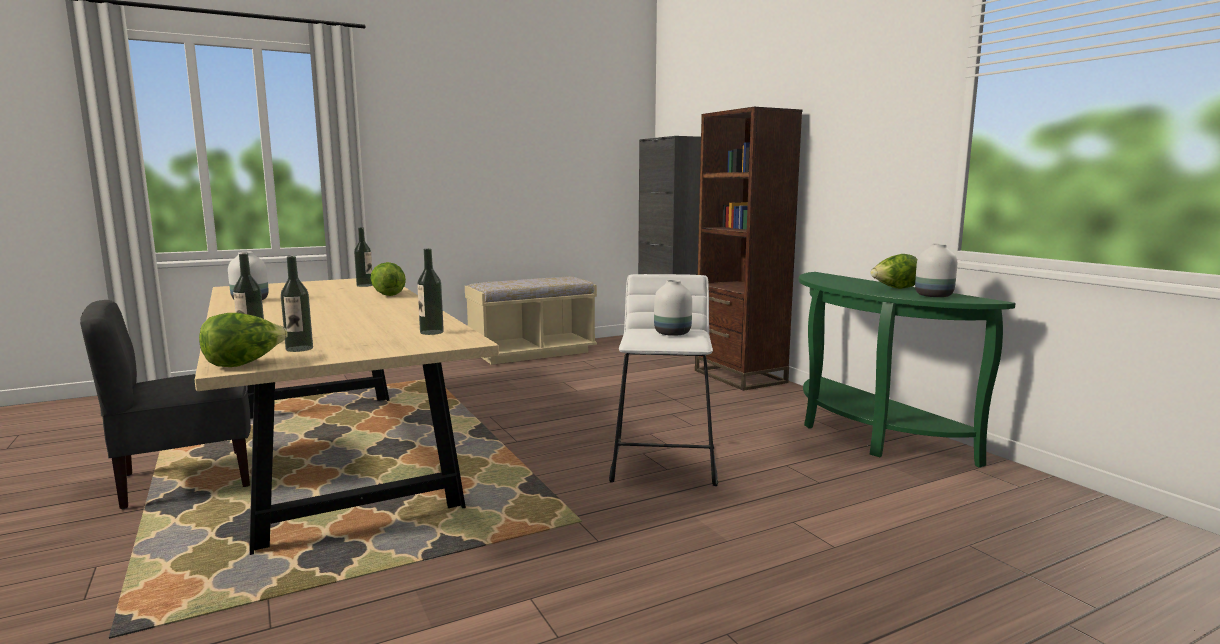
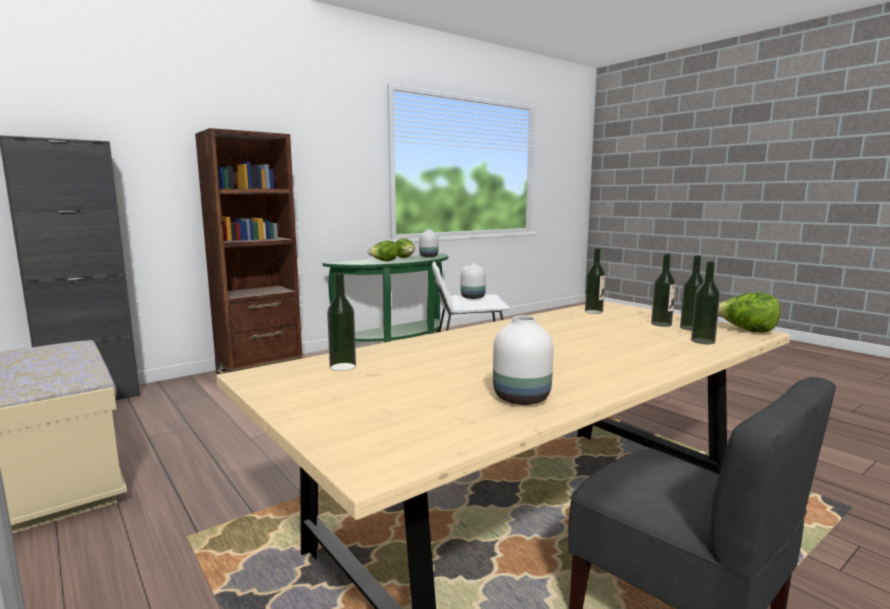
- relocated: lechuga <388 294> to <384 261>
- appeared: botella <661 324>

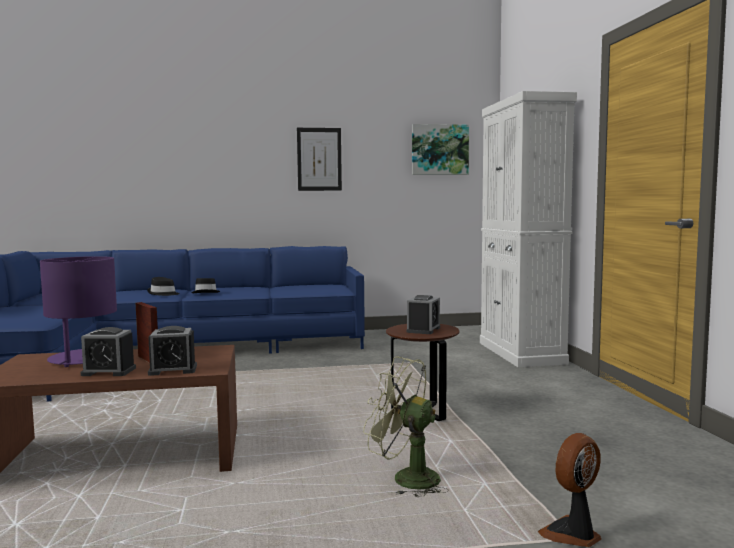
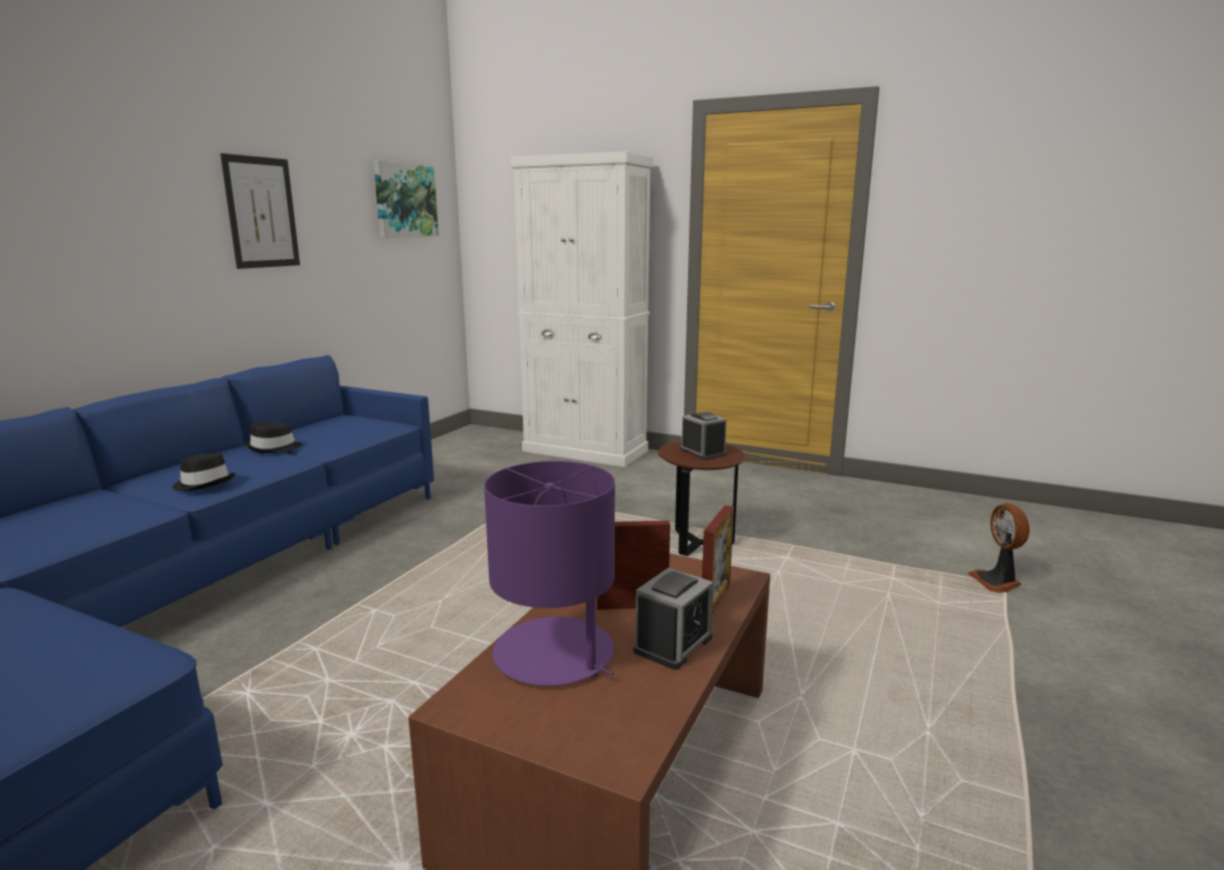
- relocated: sombrero [negro] <163 294> to <274 448>
- exchanged: despertador <173 370> to portarretratos <715 600>
- missing: ventilador [verde] <406 479>

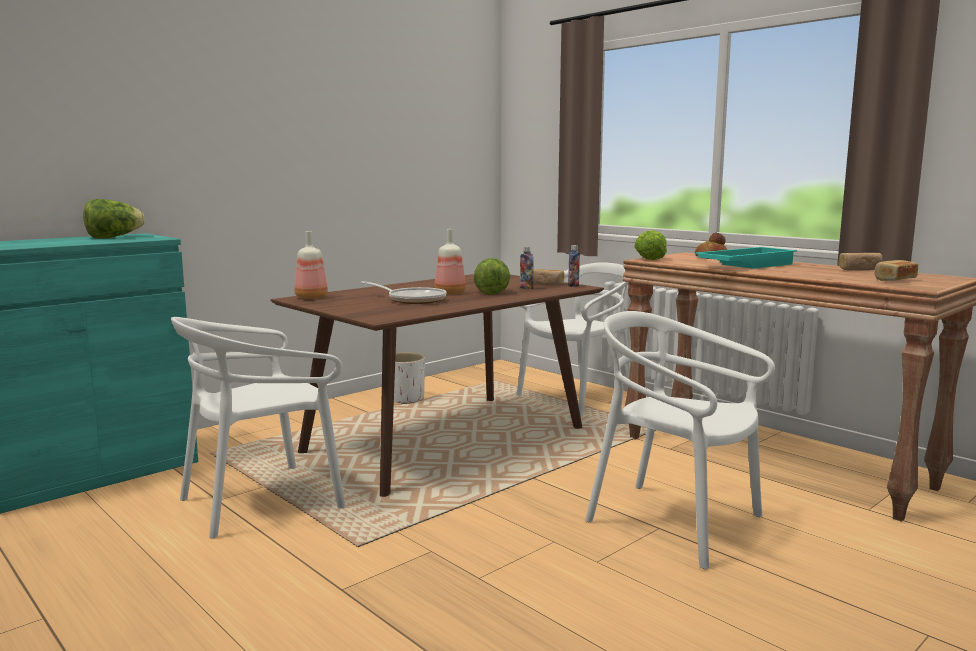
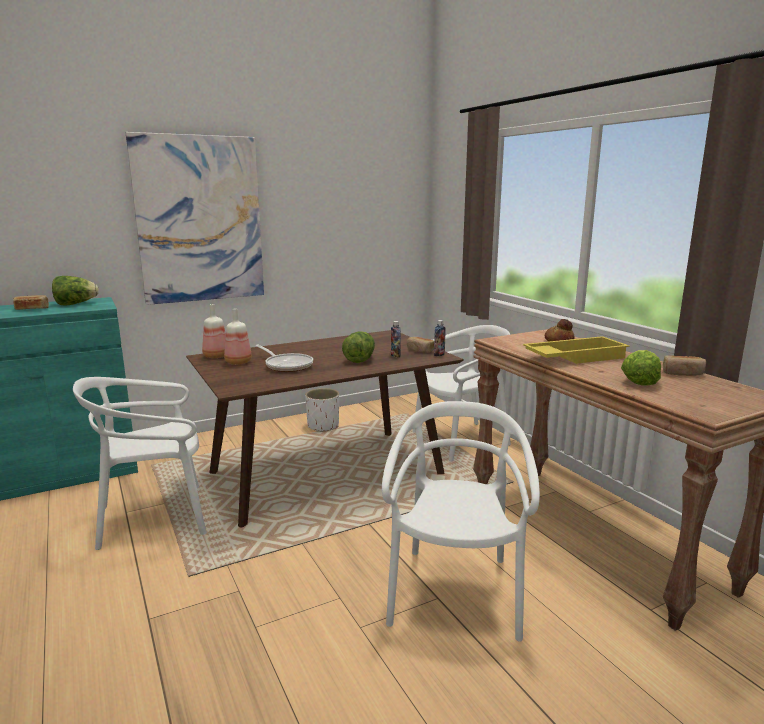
- relocated: pan <893 280> to <32 309>
- appeared: cuadro <199 220>
- relocated: botella <449 293> to <238 362>
- spun: silla [blanco] <674 522> = <455 593> 45 degrees clockwise
- colour: bandeja [turquesa] <744 265> to bandeja [amarillo] <574 357>
- relocated: lechuga <650 258> to <639 381>

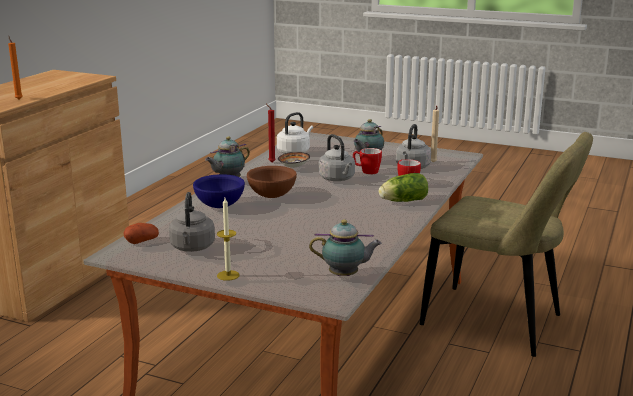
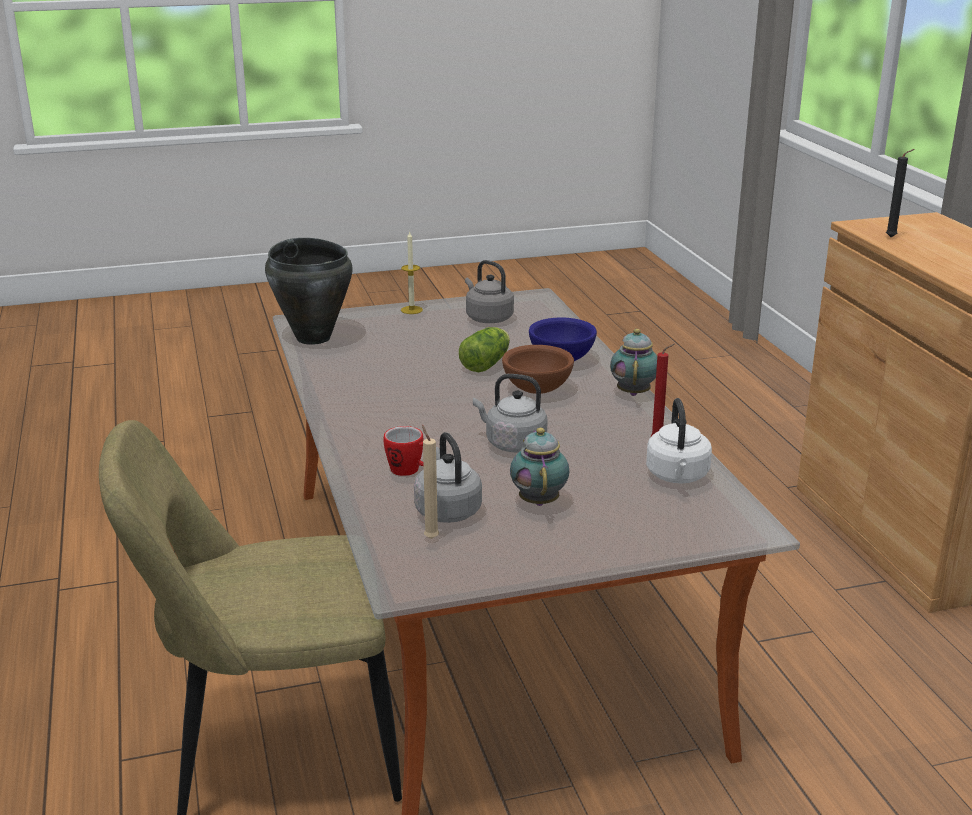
- exchanged: tetera <345 276> to olla [negro] <314 338>
- relocated: lechuga <402 201> to <487 363>
- colour: vela [naranja] <18 99> to vela [negro] <892 237>
- missing: patata <142 241>
- missing: cuenco <295 167>
- missing: taza grande <366 171>

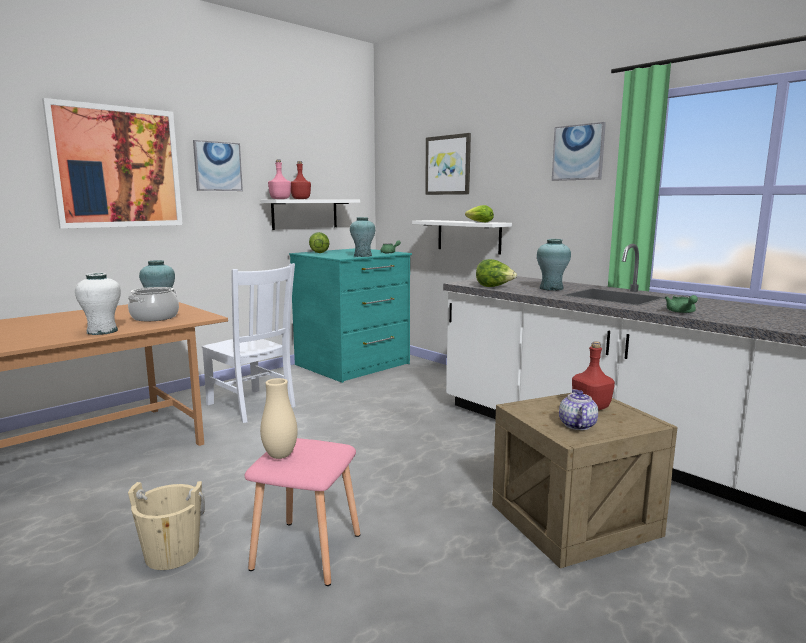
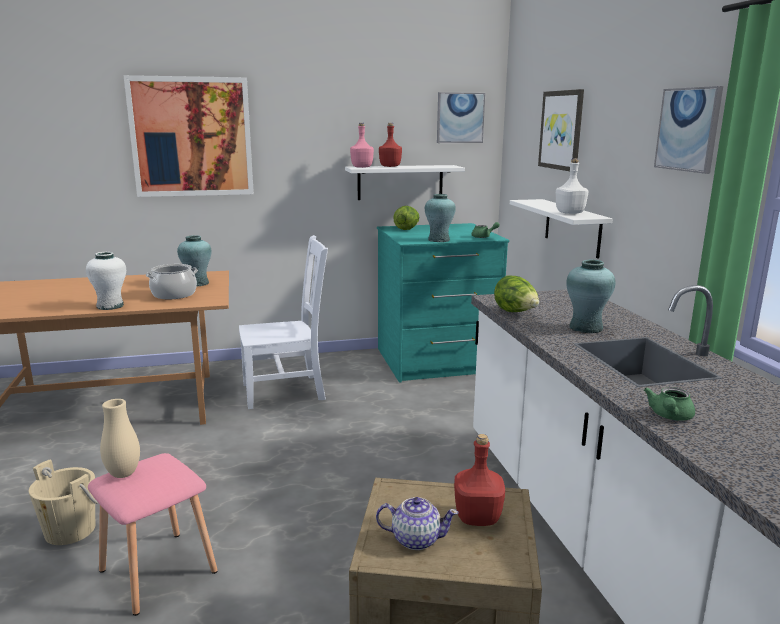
- spun: silla [blanco] <252 406> = <287 391> 90 degrees counterclockwise
- spun: tetera <577 425> = <415 539> 60 degrees clockwise
- relocated: cuadro <217 166> to <460 118>
- exchanged: lechuga <478 222> to botella [blanco] <569 213>

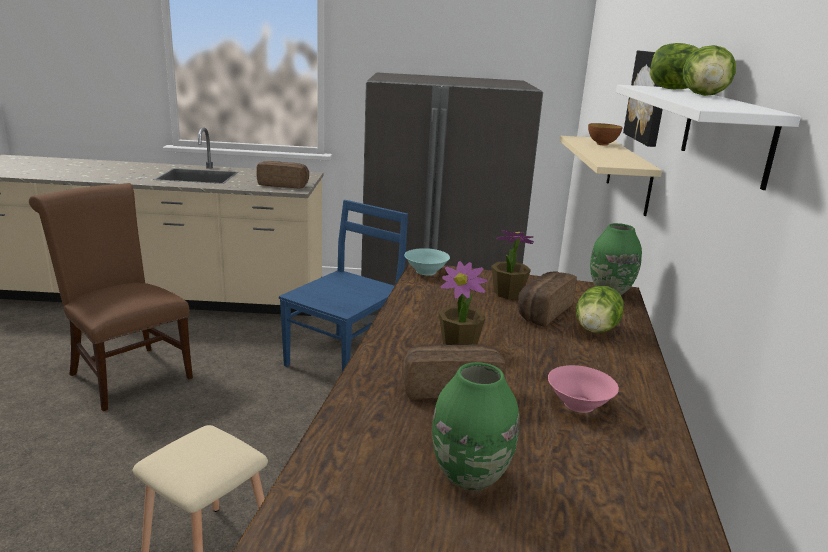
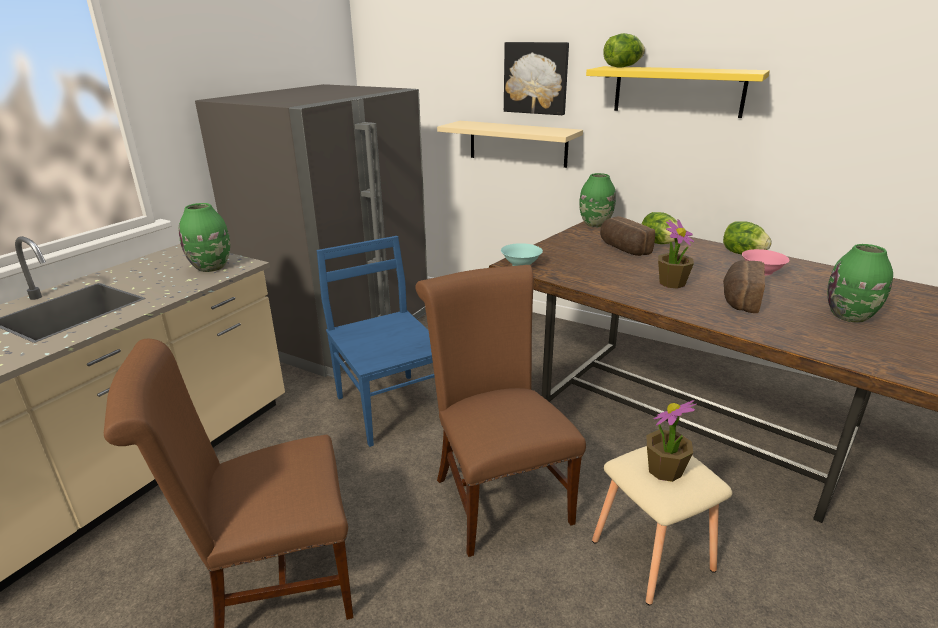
- exchanged: pan <284 185> to florero [verde] <211 267>
- appeared: silla [marrón] <497 495>
- colour: estante [blanco] <725 134> to estante [amarillo] <678 91>
- relocated: planta en maceta <507 293> to <664 470>
- relocated: lechuga <704 95> to <742 253>
- missing: cuenco <602 144>

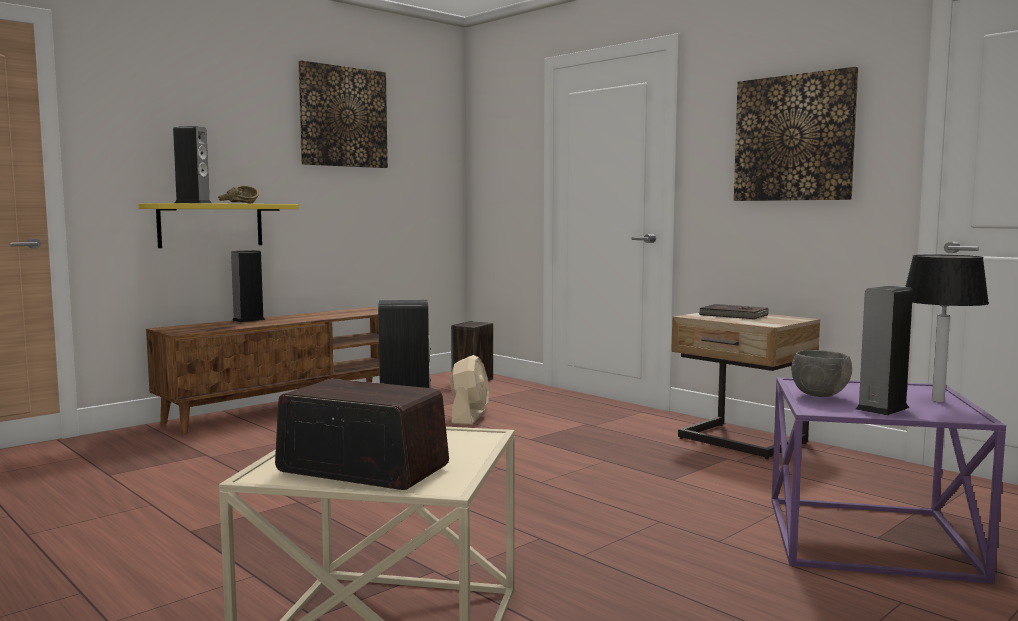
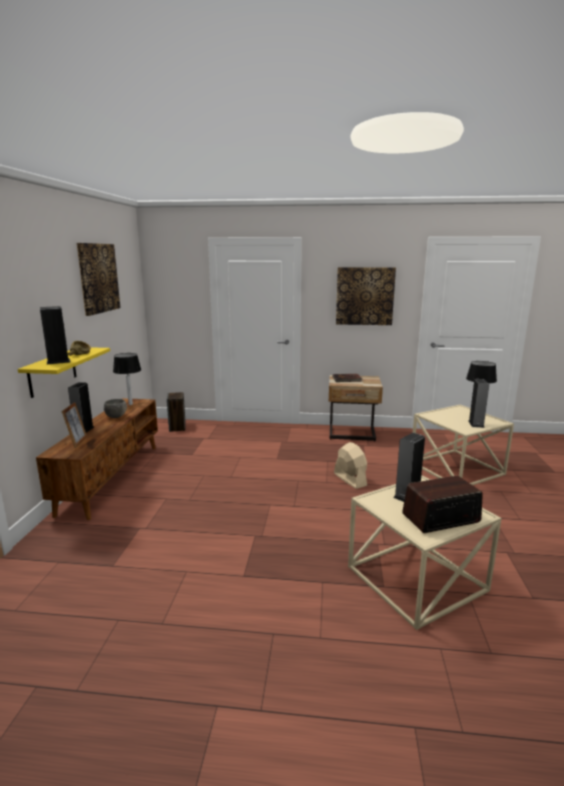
- appeared: portarretratos <77 442>
- relocated: cuenco [gris] <819 395> to <116 417>
- appeared: lámpara de mesa <130 404>
- relocated: ventilador [beis] <469 417> to <350 479>
- colour: mesa auxiliar [morado] <870 537> to mesa auxiliar [beis] <456 468>

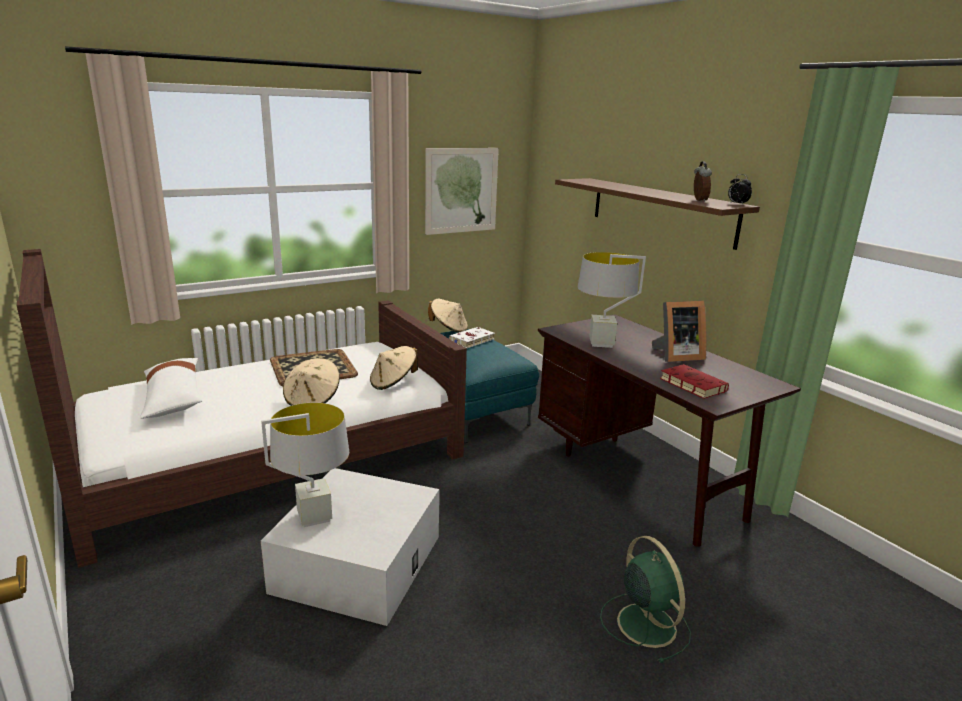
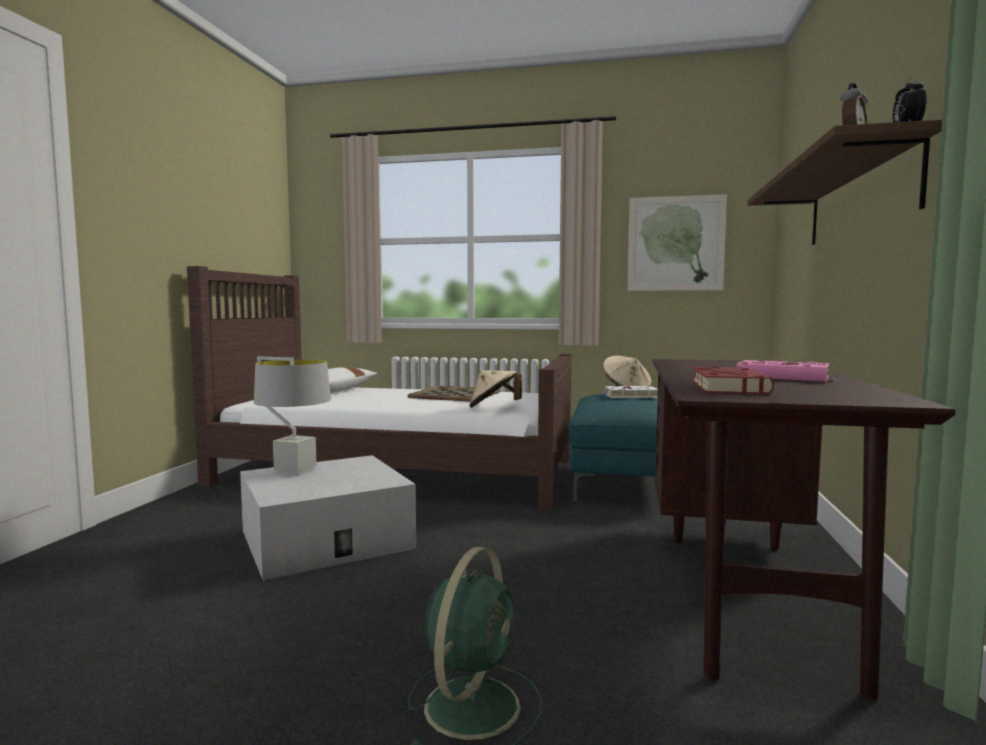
- exchanged: portarretratos <675 356> to libro [rosa] <785 377>
- missing: sombrero [beis] <312 400>
- missing: lámpara de mesa [gris] <601 343>

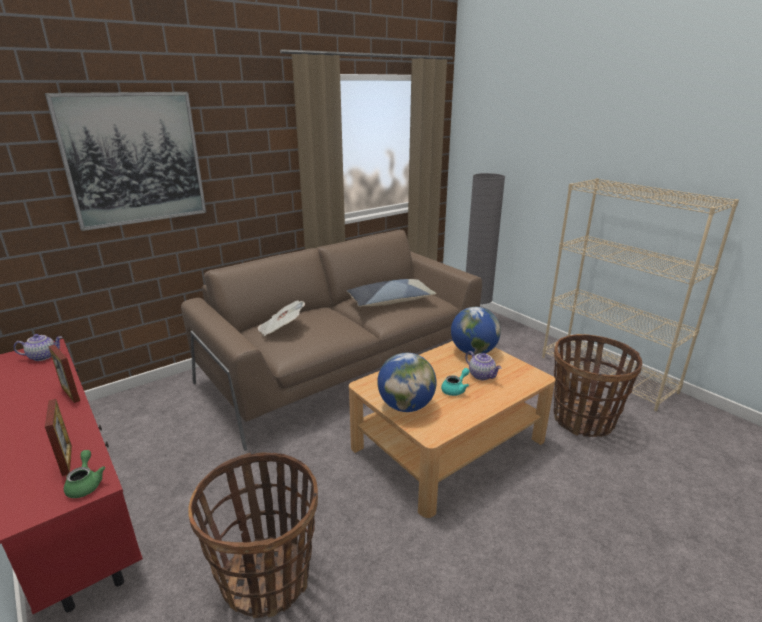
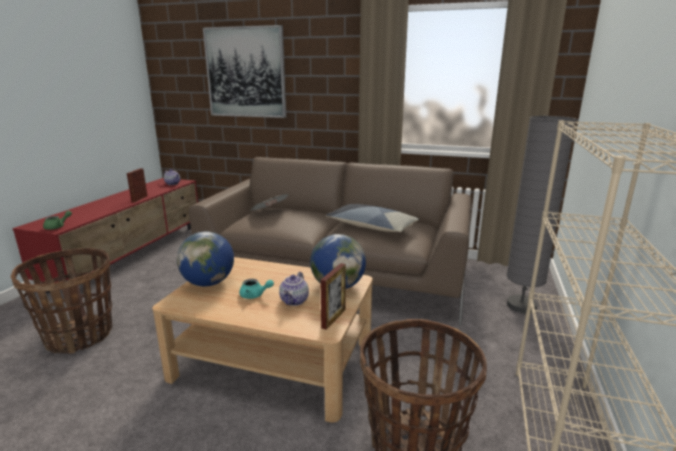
- relocated: portarretratos <67 460> to <333 318>

